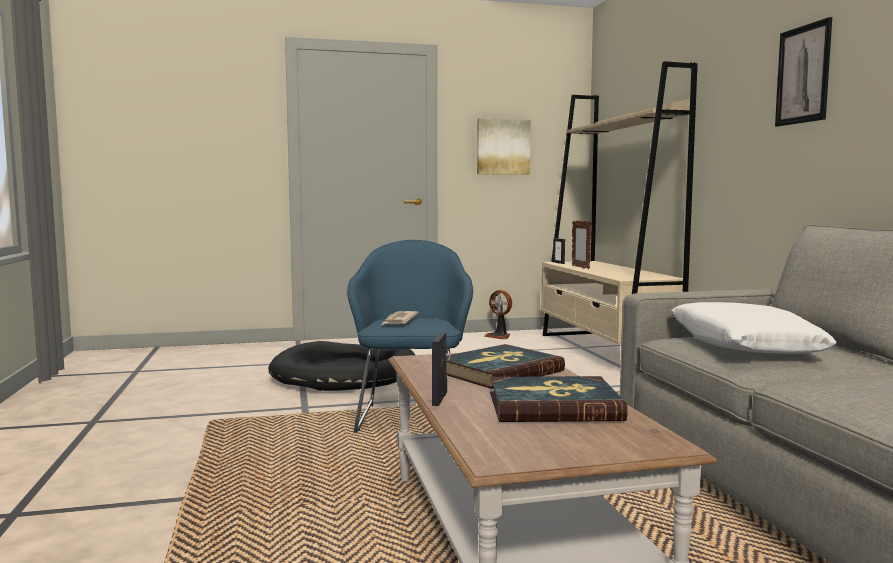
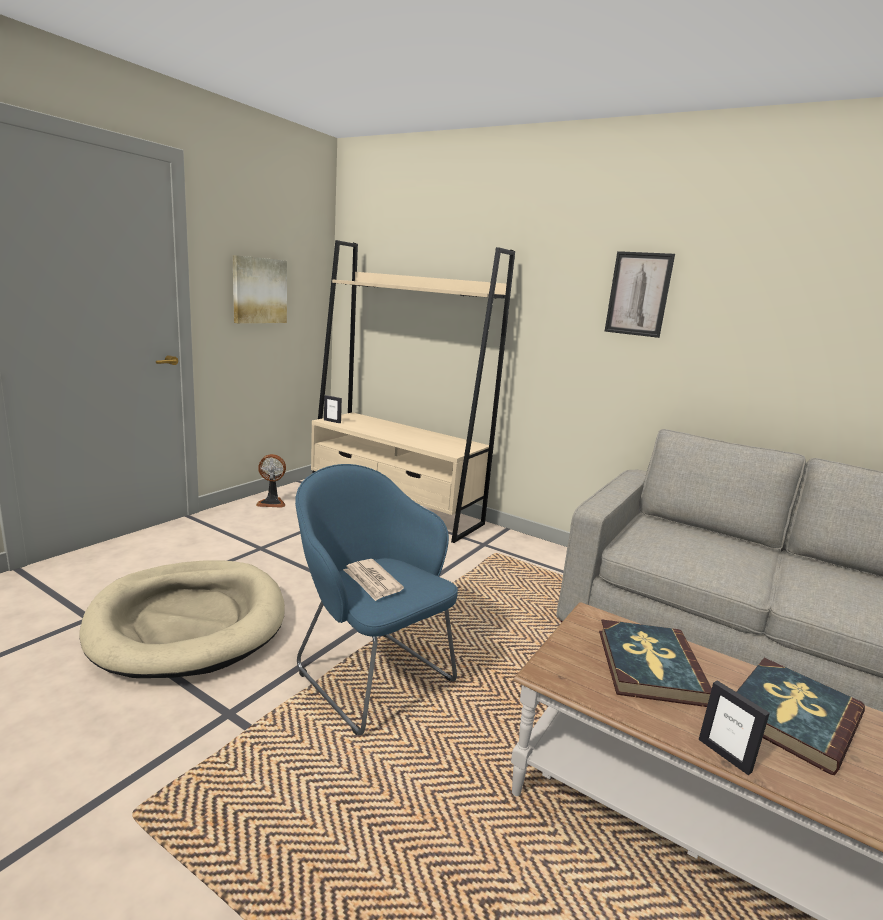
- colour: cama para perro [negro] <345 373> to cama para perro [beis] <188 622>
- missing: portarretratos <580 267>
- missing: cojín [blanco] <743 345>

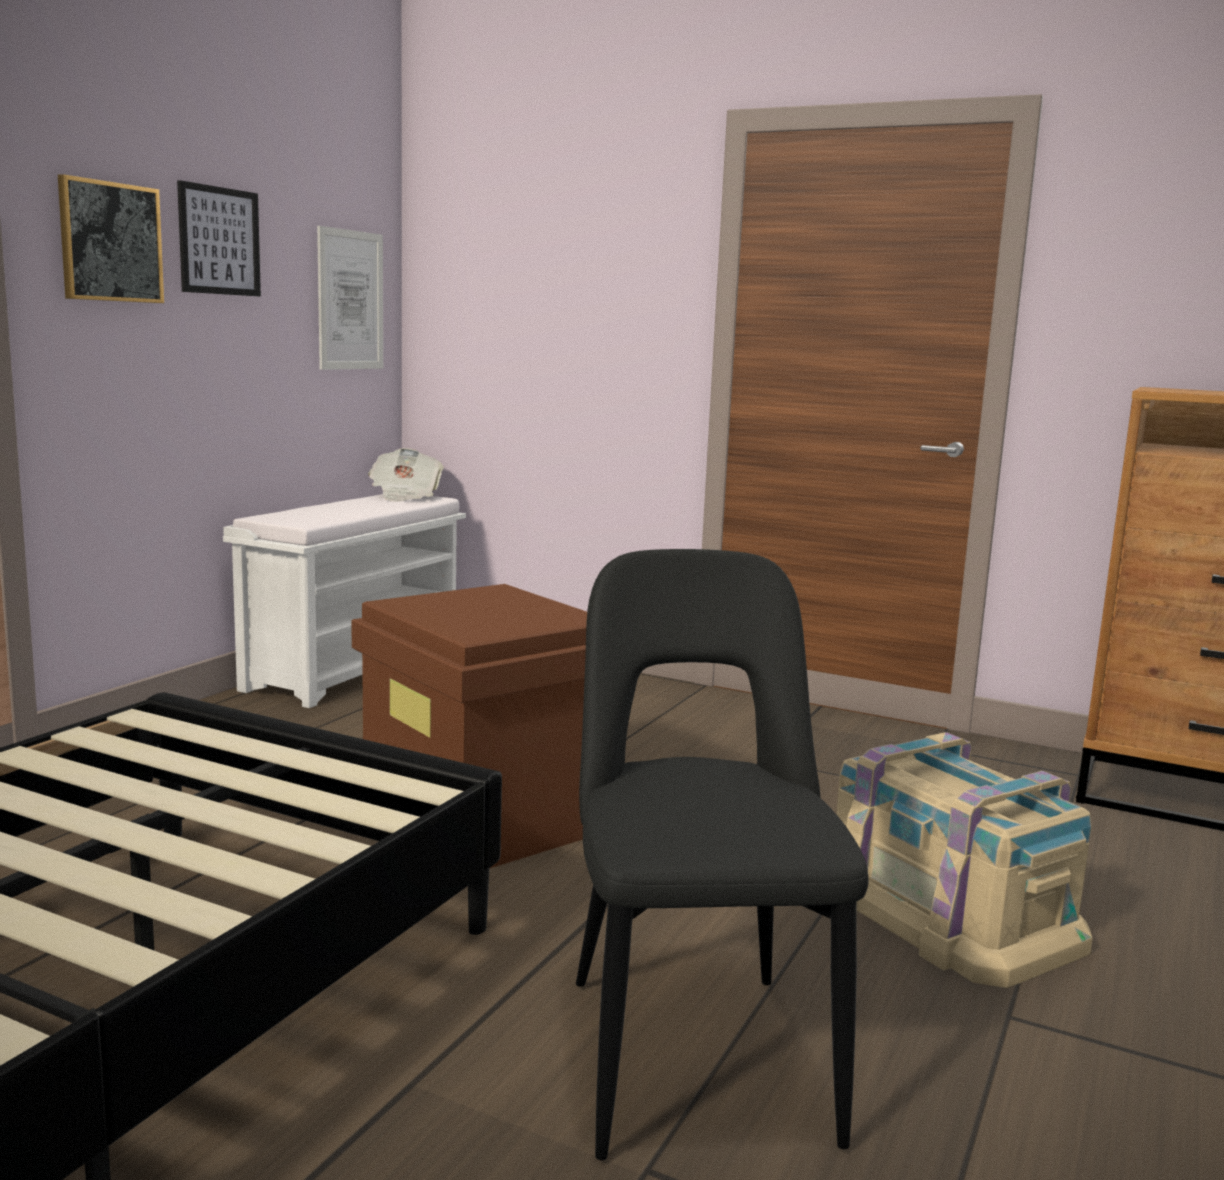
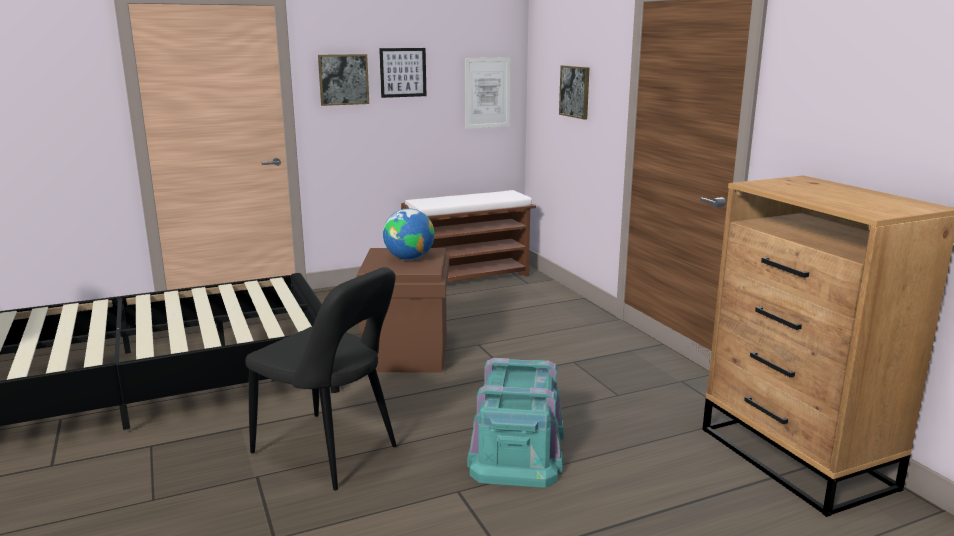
- spun: silla [negro] <693 1049> = <330 452> 90 degrees clockwise
- appeared: globo terráqueo <409 258>
- colour: banco [blanco] <355 668> to banco [marrón] <469 277>
- colour: caja de almacenaje [beis] <947 912> to caja de almacenaje [turquesa] <518 449>
- appeared: cuadro <575 91>
- missing: periódico <405 496>

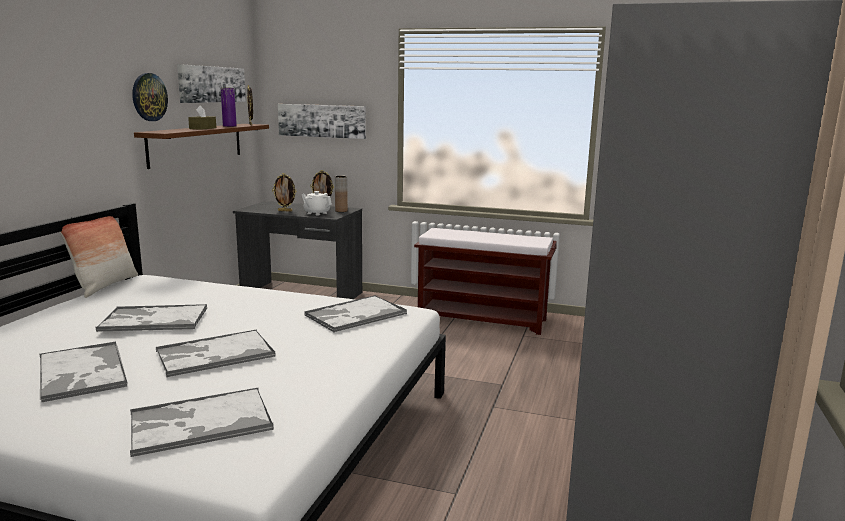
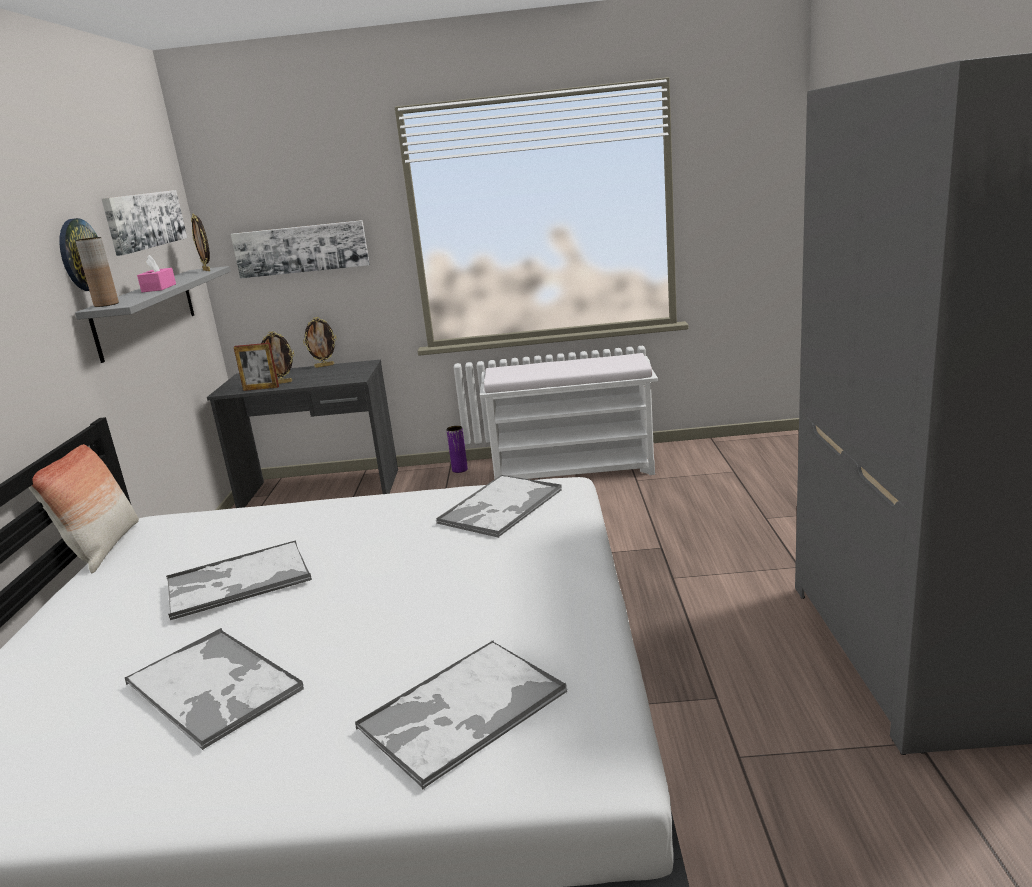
- colour: estante [marrón] <196 144> to estante [gris] <146 312>
- relocated: florero [marrón] <341 211> to <106 304>
- colour: caja de pañuelos [marrón] <203 128> to caja de pañuelos [rosa] <159 288>
- appeared: portarretratos <261 388>
- relocated: florero [morado] <229 126> to <459 470>
- colour: banco [marrón] <483 319> to banco [blanco] <574 470>
- missing: bandeja <214 354>
- missing: tetera [blanco] <316 213>

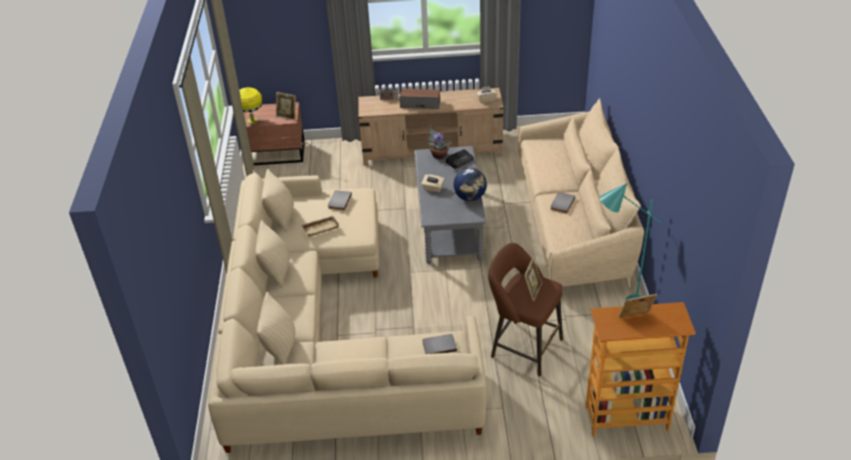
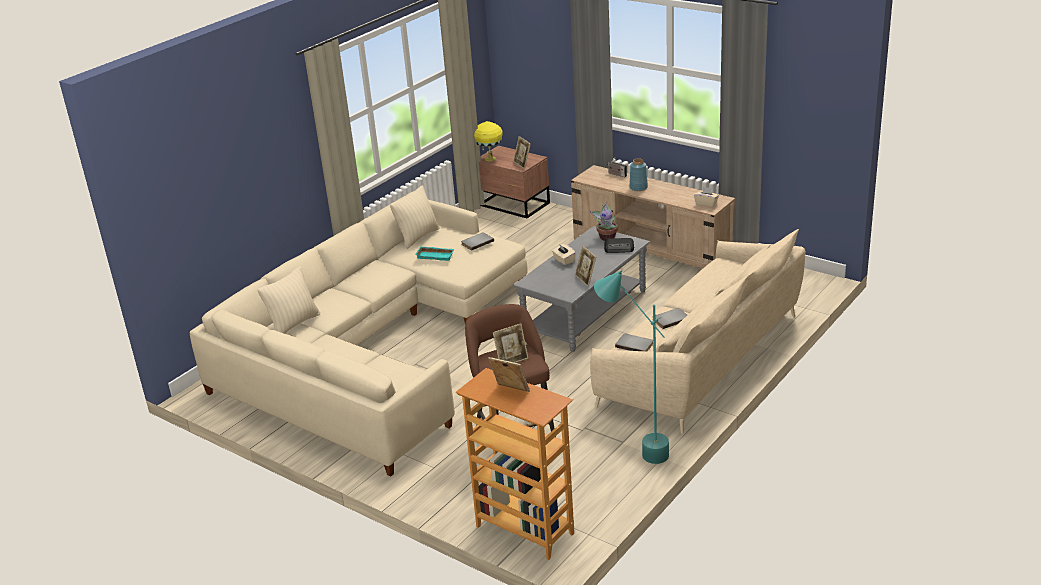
- colour: bandeja [beis] <321 227> to bandeja [turquesa] <436 255>
- exchanged: globo terráqueo <470 197> to portarretratos <585 279>
- relocated: libro [gris] <439 345> to <635 344>
- exchanged: altavoz <420 104> to florero [azul] <638 188>
- missing: cojín [beis] <276 271>

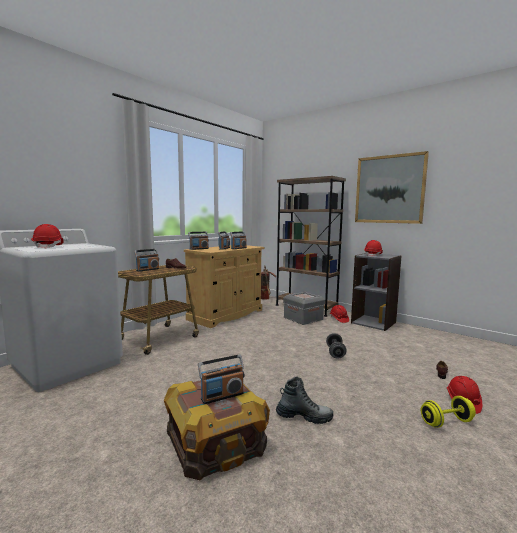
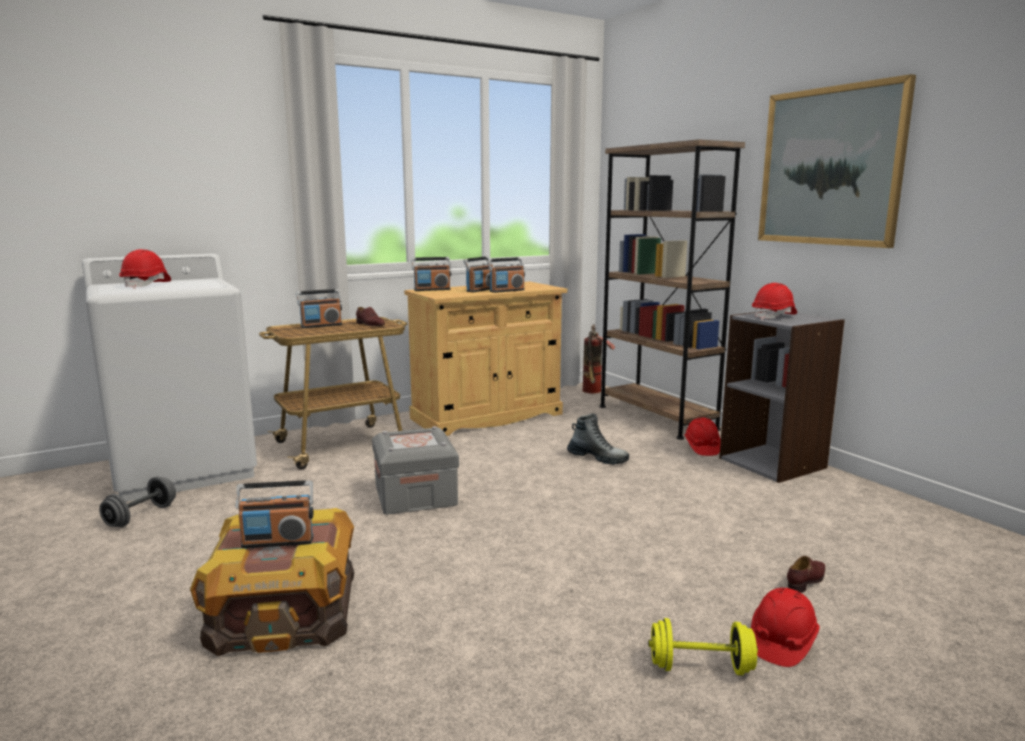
- relocated: mancuerna [gris] <335 353> to <141 516>
- relocated: caja de almacenaje [gris] <303 318> to <415 496>
- relocated: bota <304 416> to <597 458>

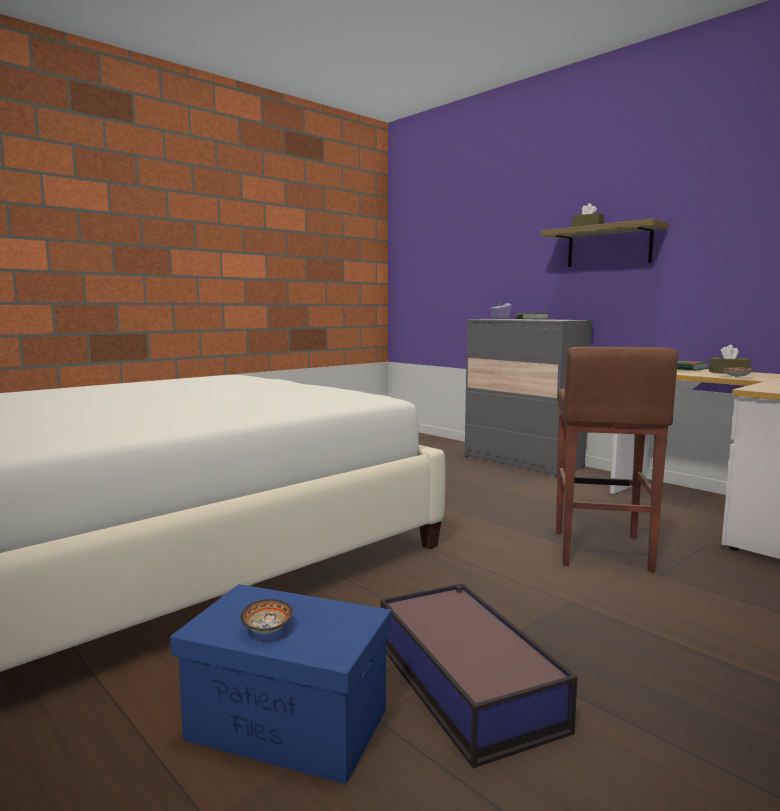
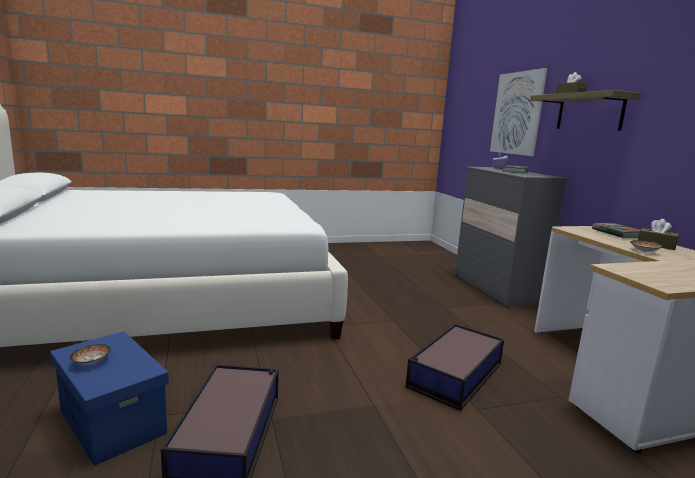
- exchanged: taburete [marrón] <600 551> to caja de almacenaje <454 375>
- appeared: cuadro <517 113>

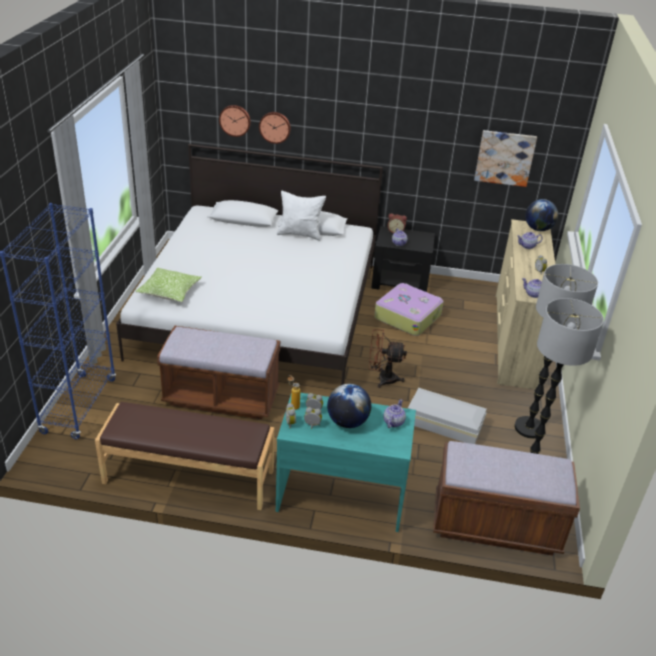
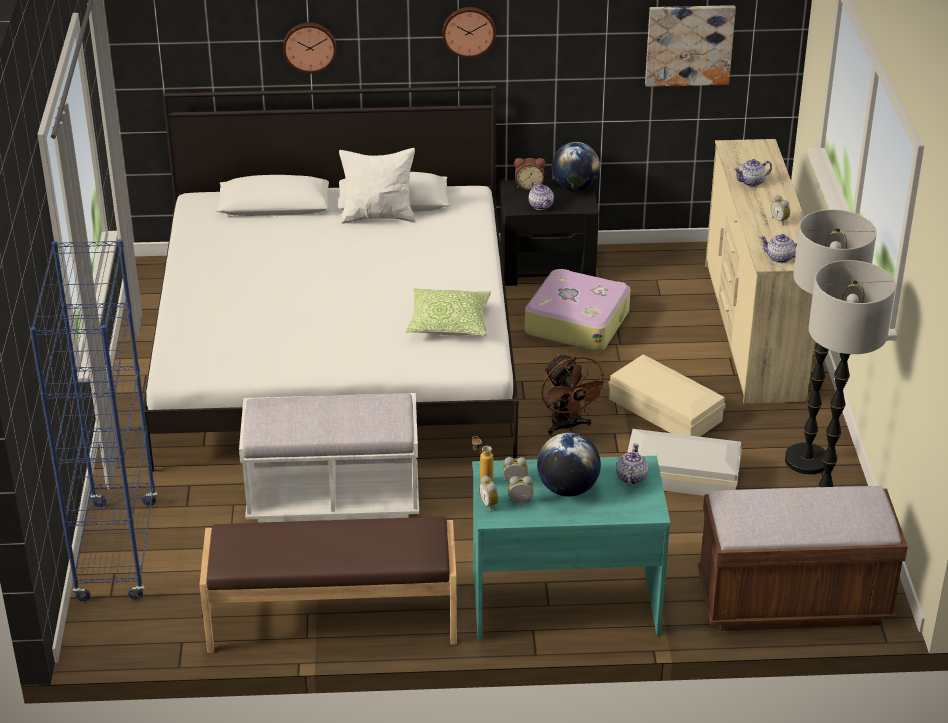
- colour: banco [marrón] <221 398> to banco [blanco] <333 499>
- relocated: cojín <169 292> to <449 323>
- relocated: reloj de pared <235 120> to <468 31>
- spun: ventilador [marrón] <382 378> = <568 426> 105 degrees counterclockwise
- relocated: globo terráqueo <538 229> to <574 187>
- appeared: caja de almacenaje [beis] <664 408>

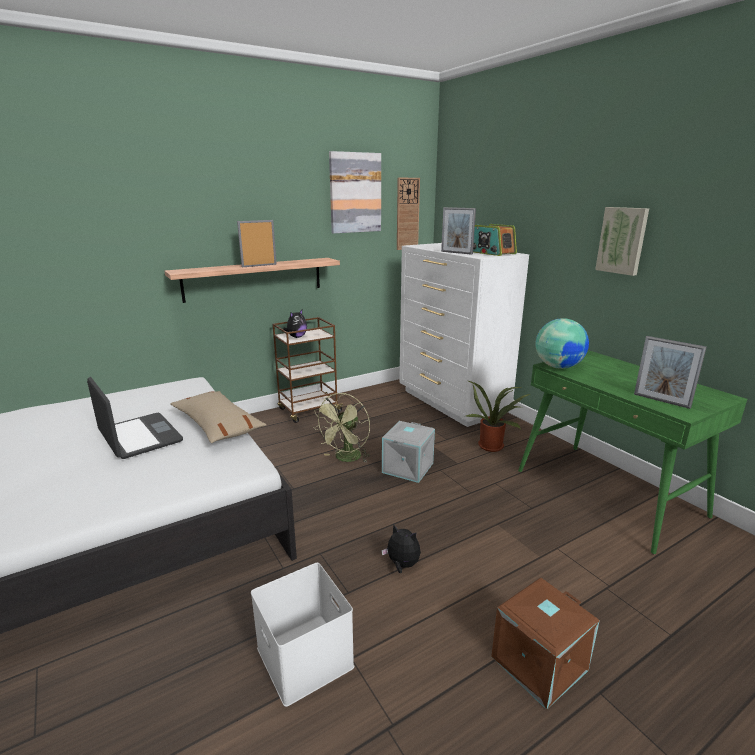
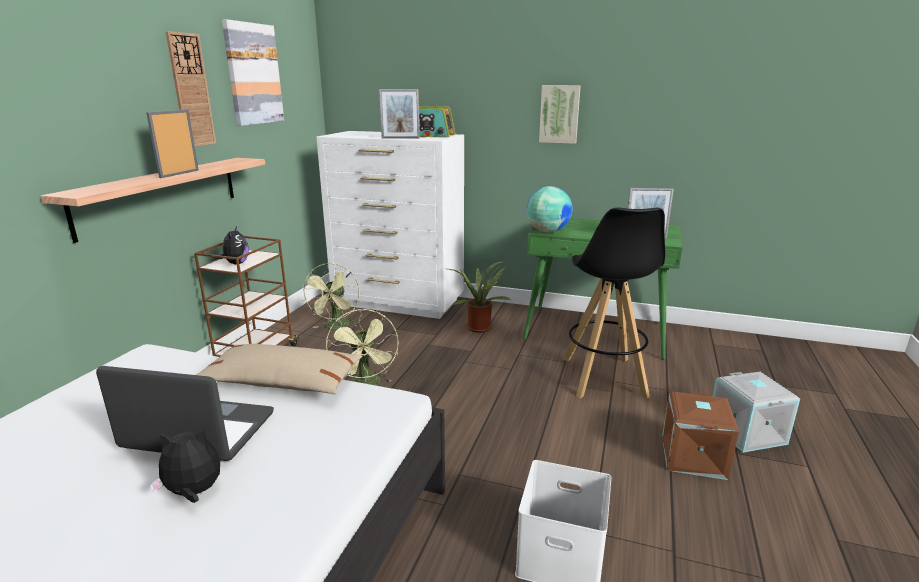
- relocated: peluche <402 565> to <193 493>
- relocated: reloj de pared <407 214> to <191 91>
- appeared: ventilador [verde] <336 327>
- appeared: taburete [negro] <603 377>
- relocated: caja de almacenaje [gris] <408 468> to <748 432>

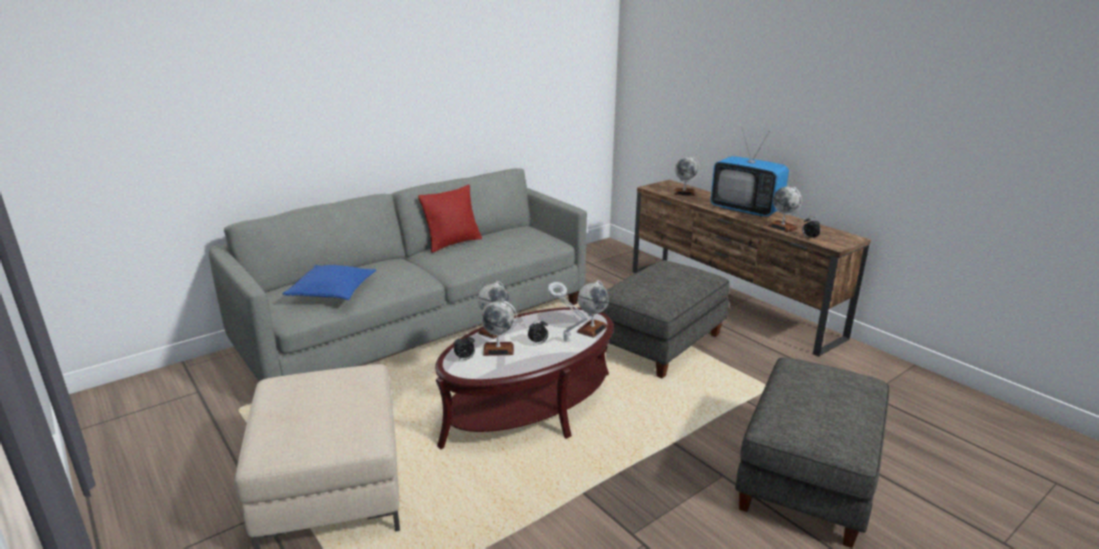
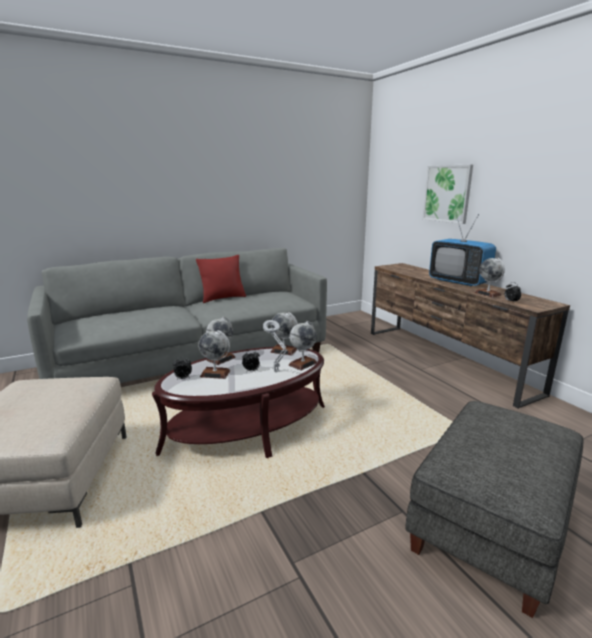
- relocated: globo terráqueo <684 193> to <283 350>
- appeared: cuadro <447 193>
- missing: cojín [azul] <332 291>
- missing: puf [gris] <659 343>

